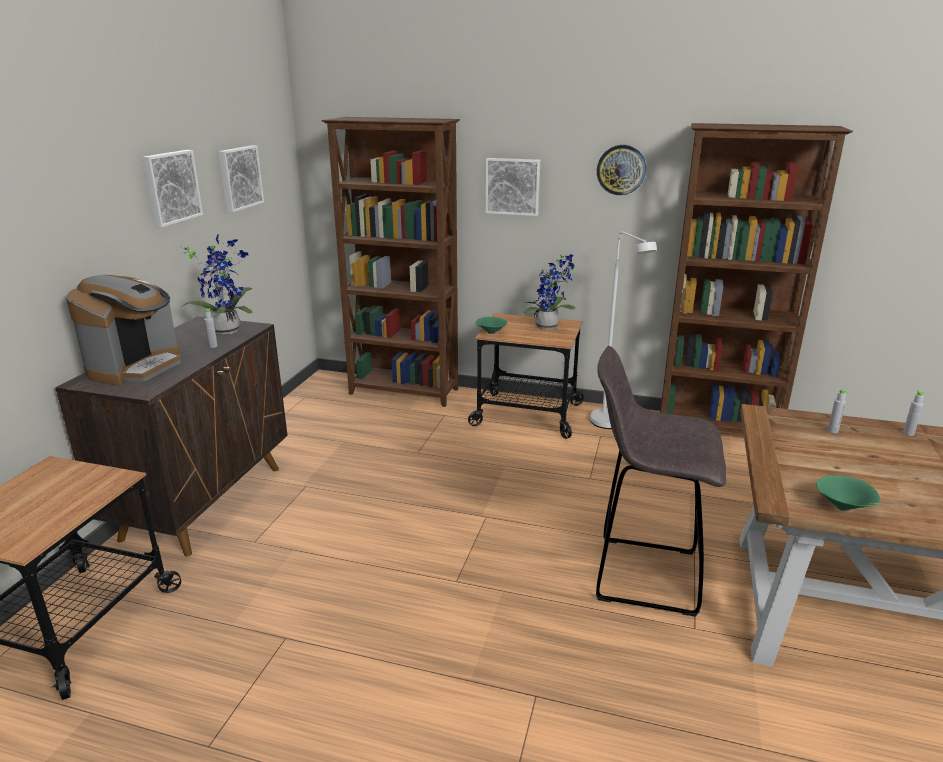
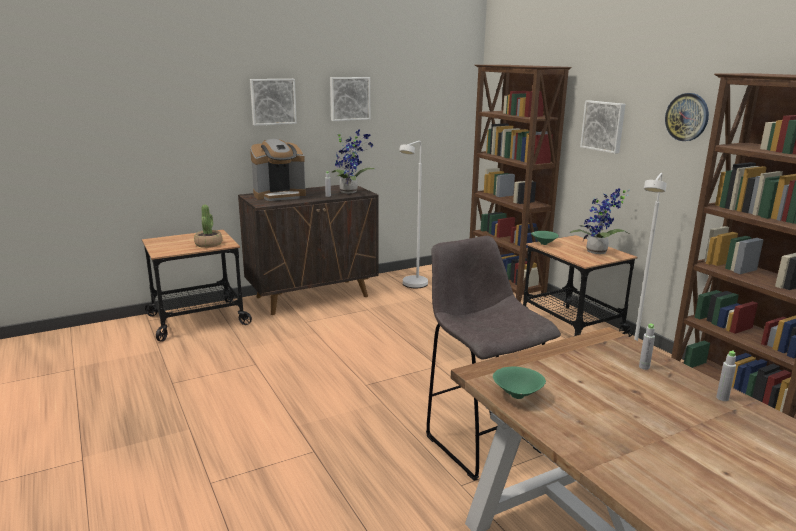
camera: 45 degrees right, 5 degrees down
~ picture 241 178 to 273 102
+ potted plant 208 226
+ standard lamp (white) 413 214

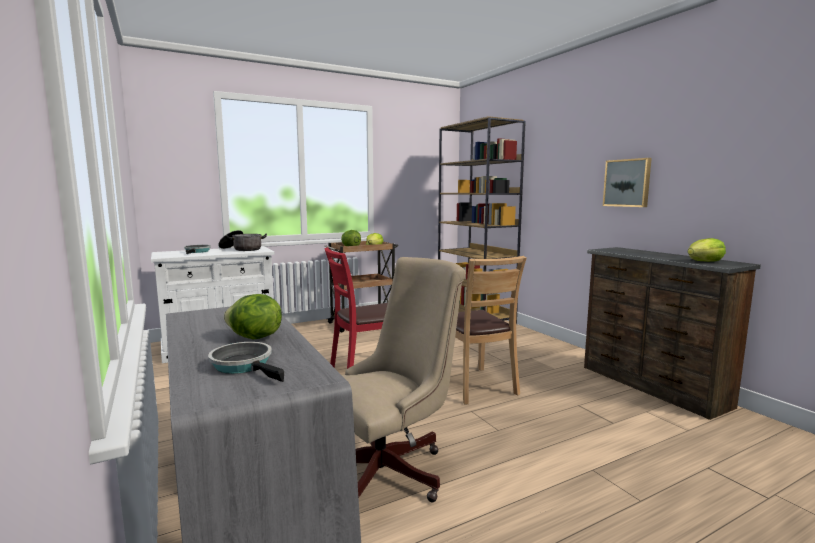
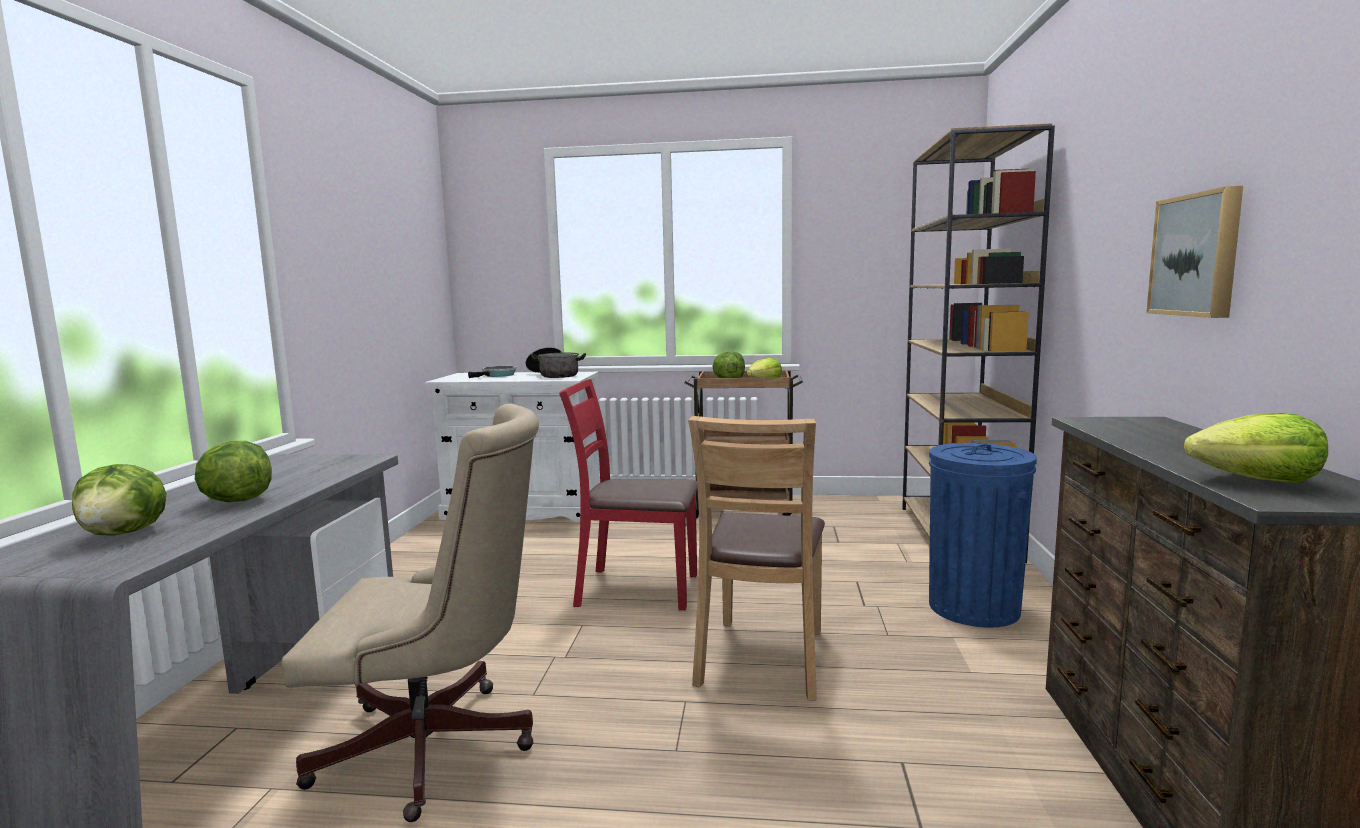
camera: 35 degrees right, 0 degrees up
~ skillet 246 362 to lettuce 119 500
+ rubbish bin (blue) 983 535

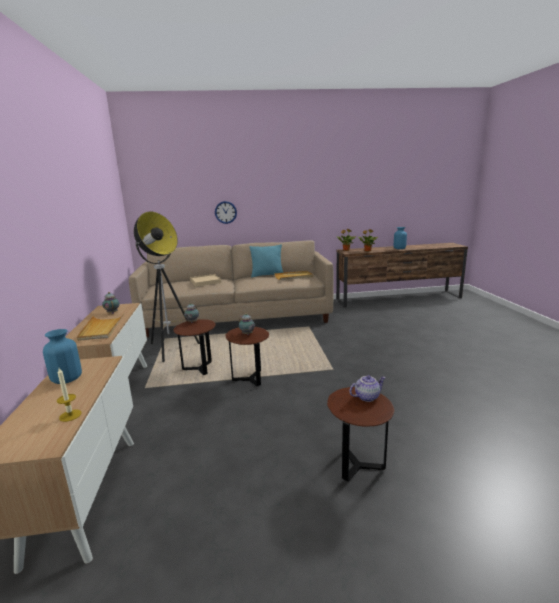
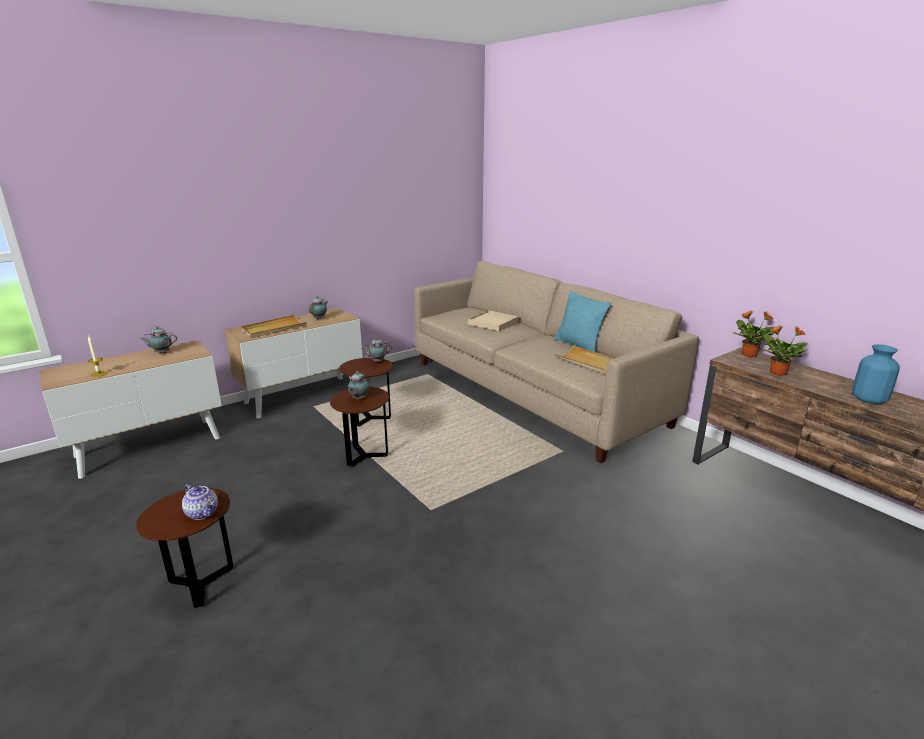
camera: 60 degrees right, 5 degrees up
~ decorative vase (blue) 62 356 to pot for tea 158 340
- standard lamp 167 287
- wall clock 226 212

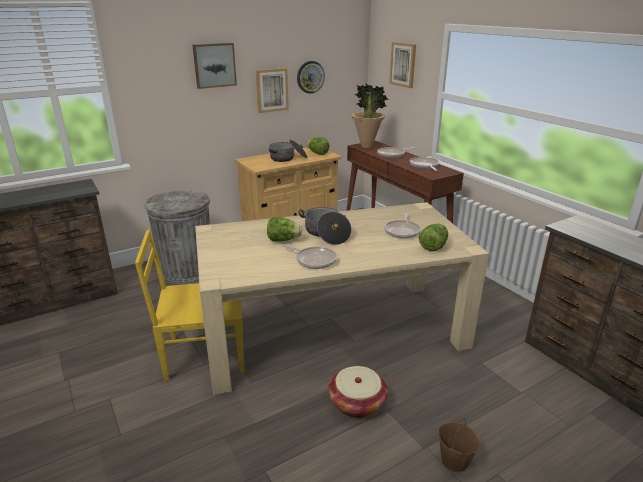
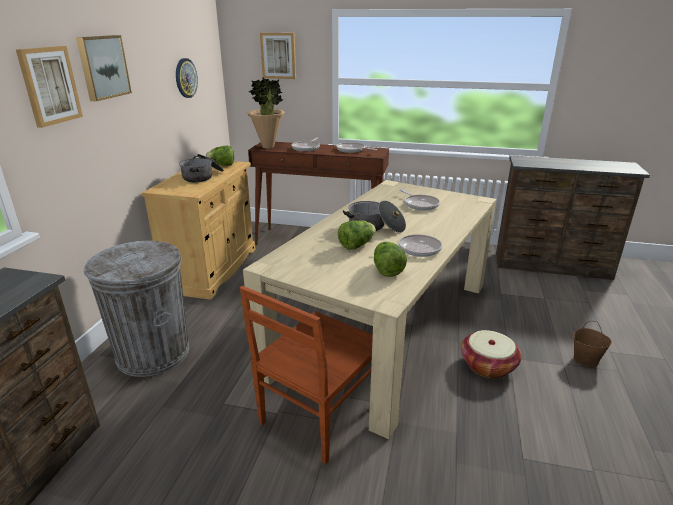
camera: 45 degrees left, 0 degrees up
~ plain chair (yellowish) 190 305 to plain chair (brown) 306 375
~ picture 272 90 to 49 87
~ lettuce 433 237 to 390 259

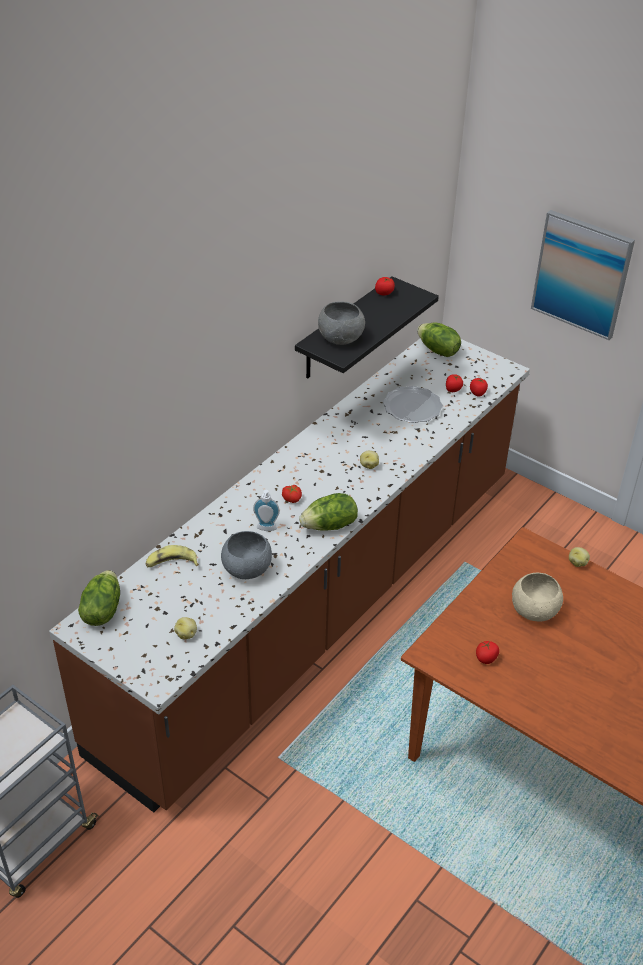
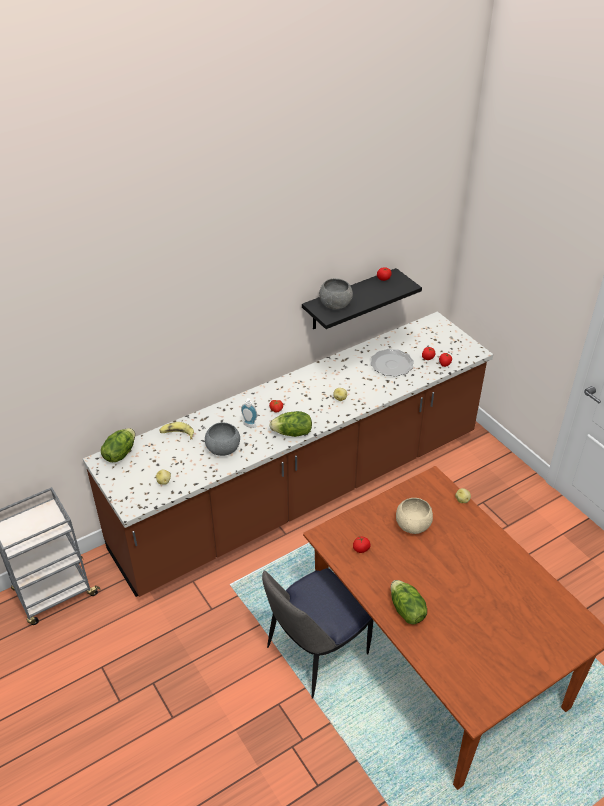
camera: 20 degrees right, 0 degrees up
~ lettuce 439 340 to 409 602
- picture 583 275
+ plain chair 317 633

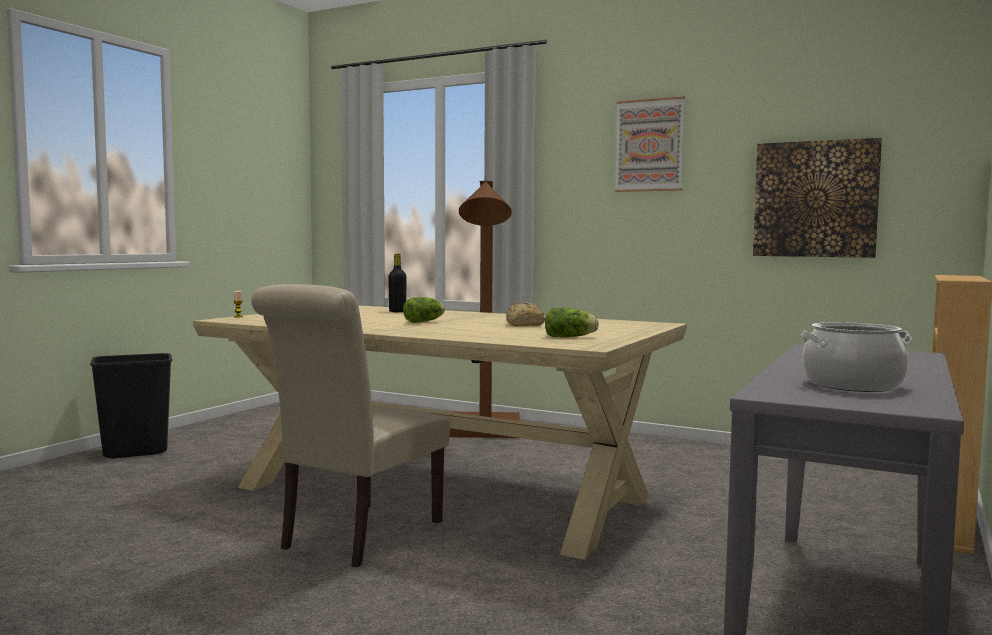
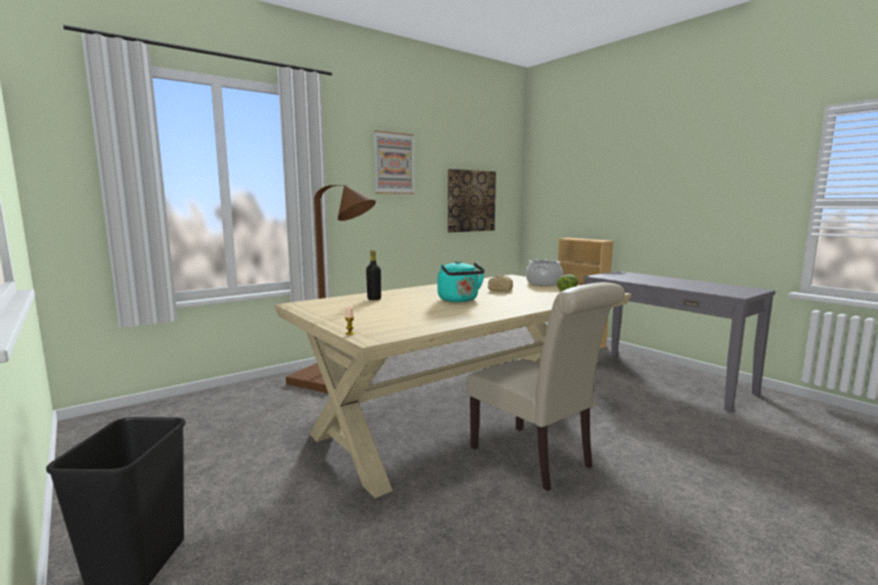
camera: 65 degrees left, 5 degrees up
~ lettuce 424 310 to kettle (blue-green) 461 281
~ stockpot 856 357 to 544 273

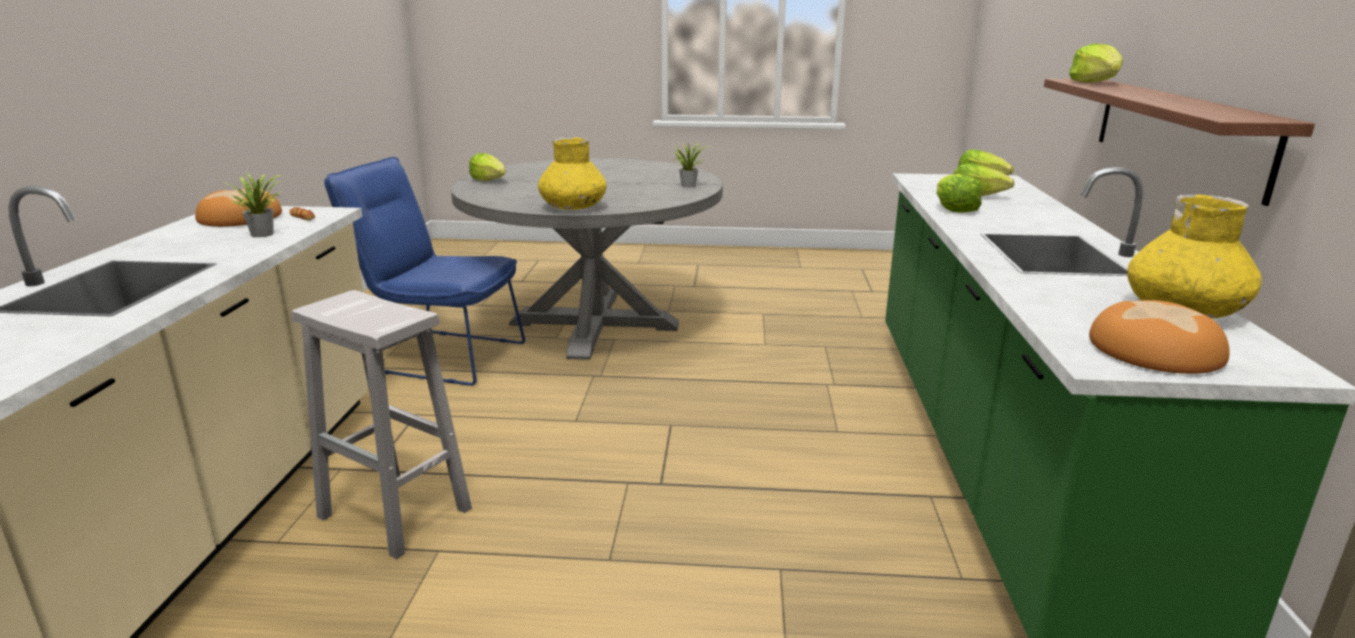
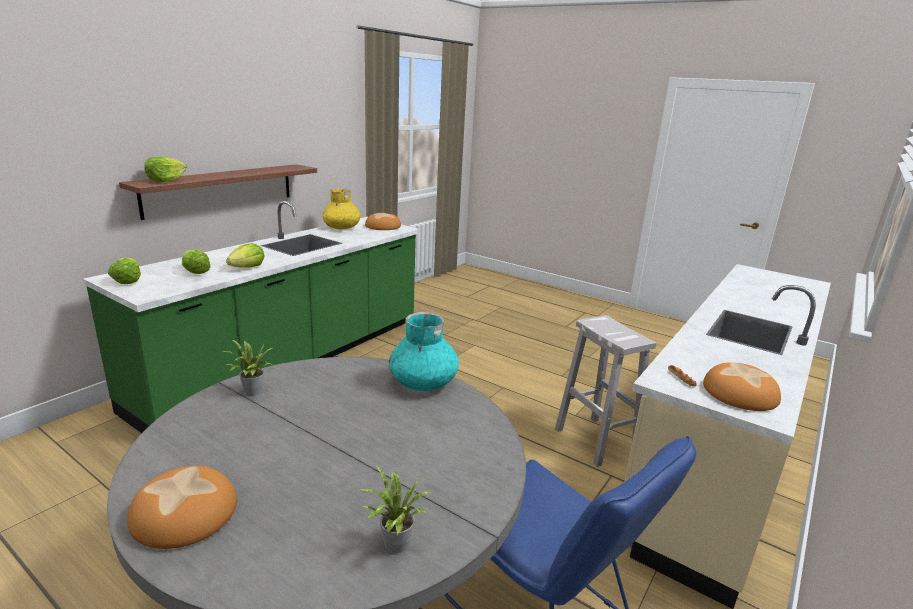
camera: 150 degrees left, 0 degrees up
~ potted plant 253 204 to 397 509
- lettuce 487 167
~ decorative vase (yellowish) 572 173 to decorative vase (blue-green) 424 351
+ bakery bread 182 507

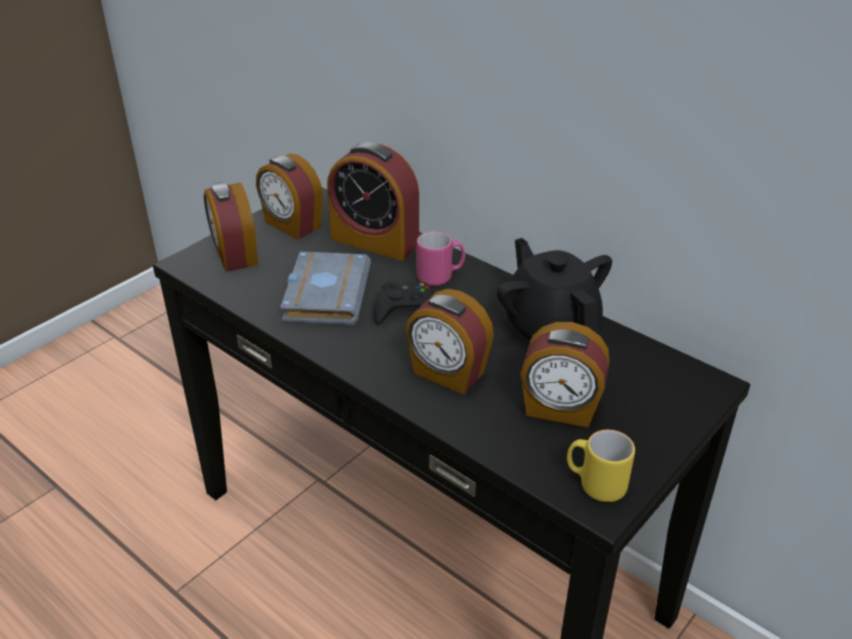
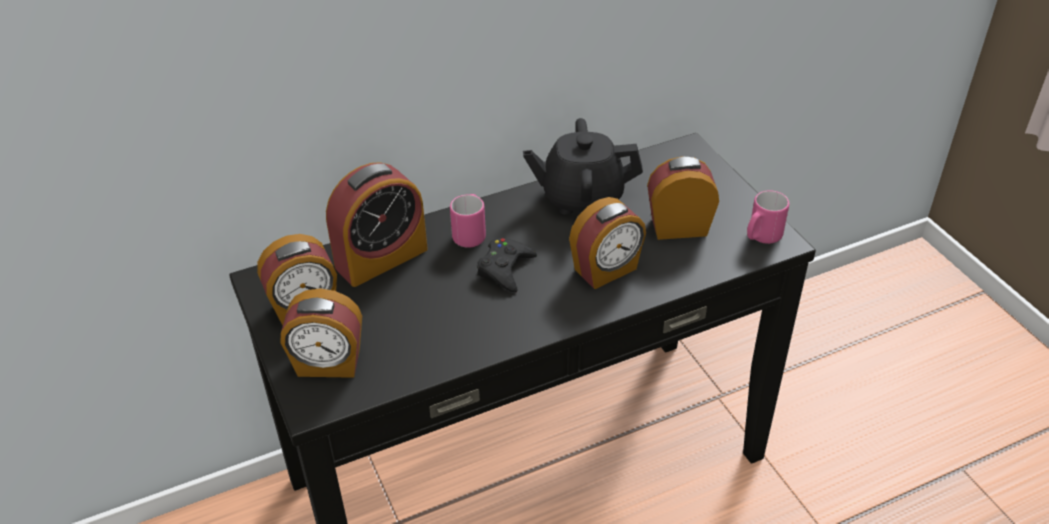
camera: 65 degrees left, 5 degrees up
- volume (greyish) 325 288
~ table clock 565 374 = 683 198 135 degrees counterclockwise
~ tea mug (yellowish) 601 466 to tea mug (pinkish) 768 217

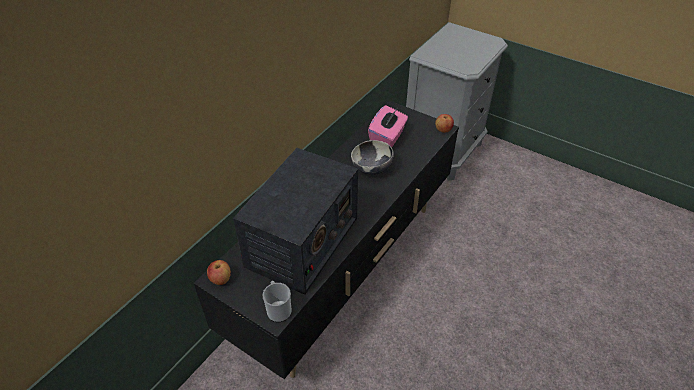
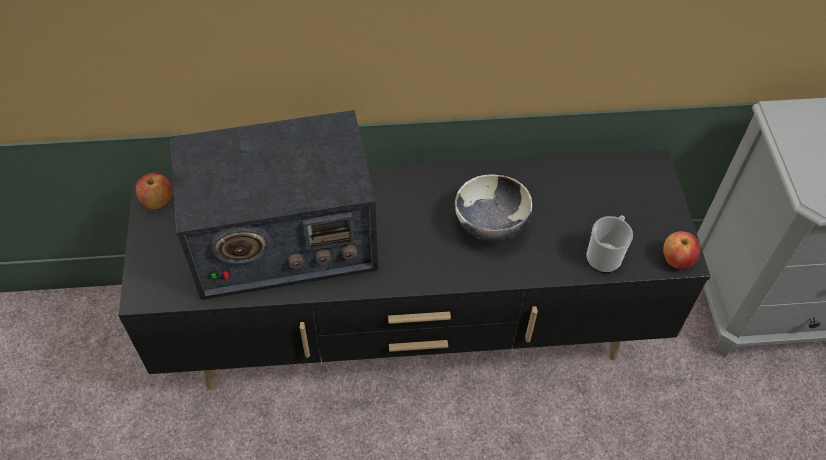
camera: 50 degrees right, 10 degrees up
~ tea mug 277 301 to 609 244
- box of tissues (pinkish) 388 126

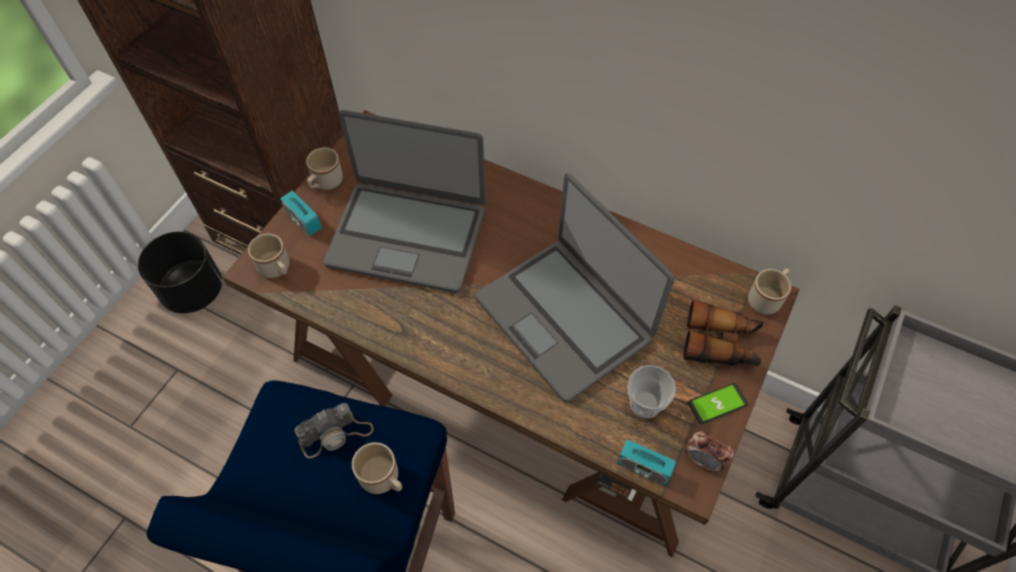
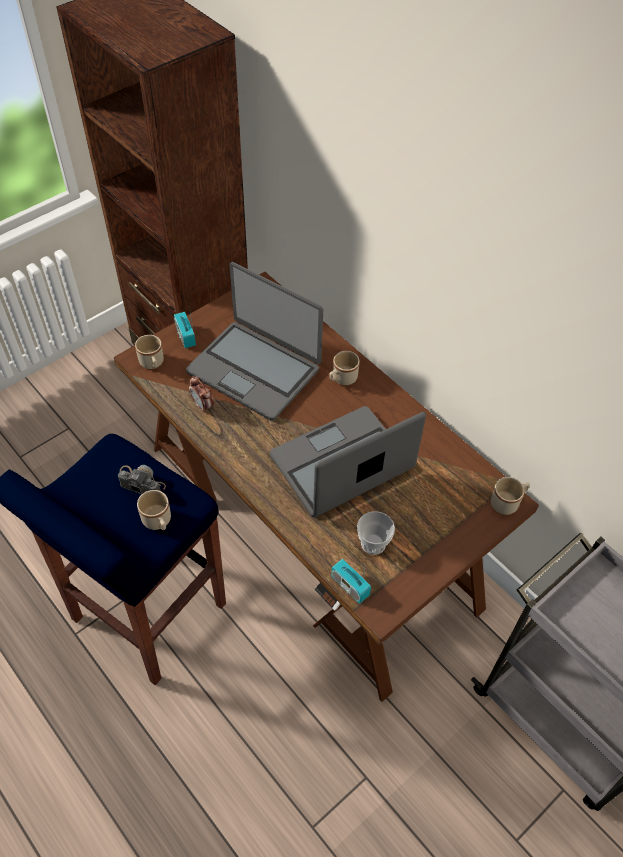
camera: 20 degrees right, 5 degrees down
- planter (black-coloured) 180 272
~ photo camera 334 430 = 142 480 150 degrees counterclockwise
~ tea mug (sand-coloured) 324 168 to 344 368
~ portable computer 575 287 = 348 461 75 degrees clockwise
- pair of binoculars 723 333
~ table clock 709 451 to 201 394
- phone 718 403

